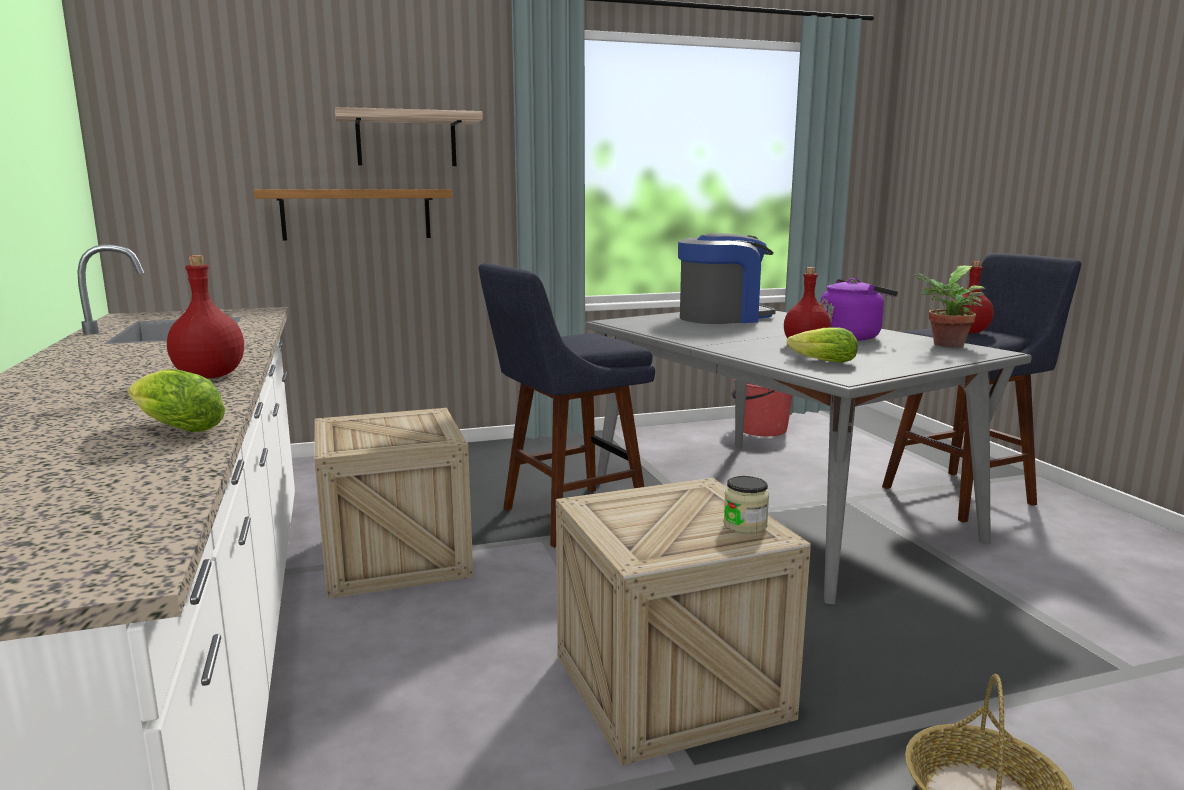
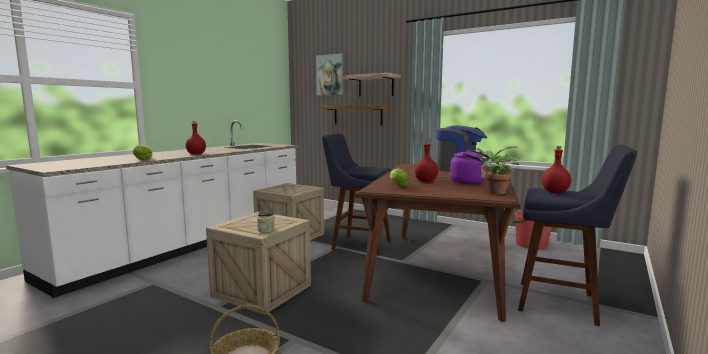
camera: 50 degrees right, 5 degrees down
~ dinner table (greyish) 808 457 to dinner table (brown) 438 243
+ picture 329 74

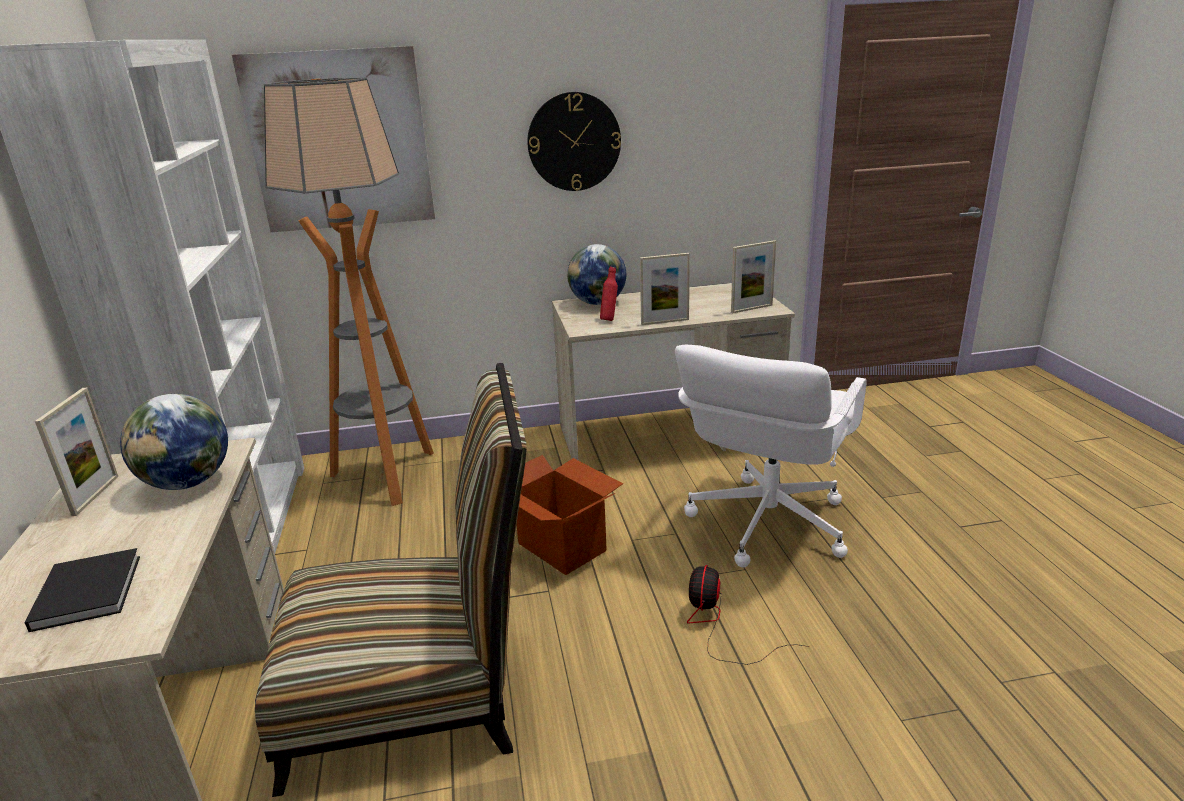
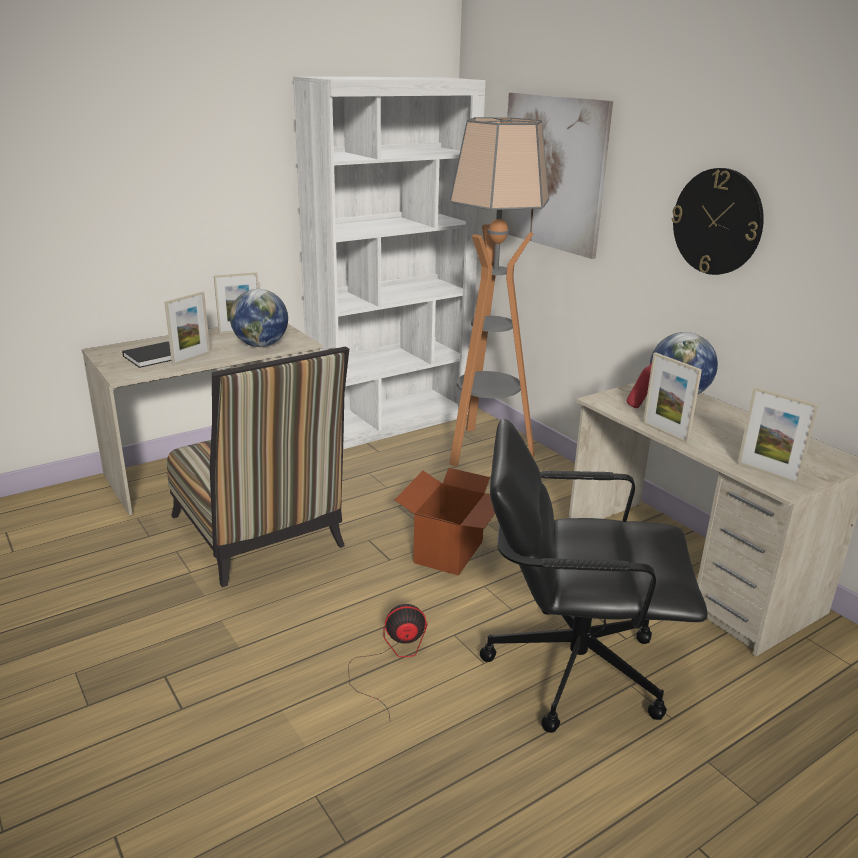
camera: 65 degrees right, 0 degrees up
~ office chair (white) 771 456 to office chair (black-coloured) 594 576
+ standing frame 187 329

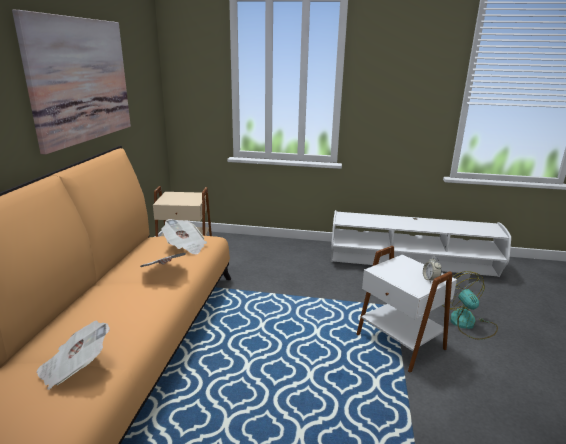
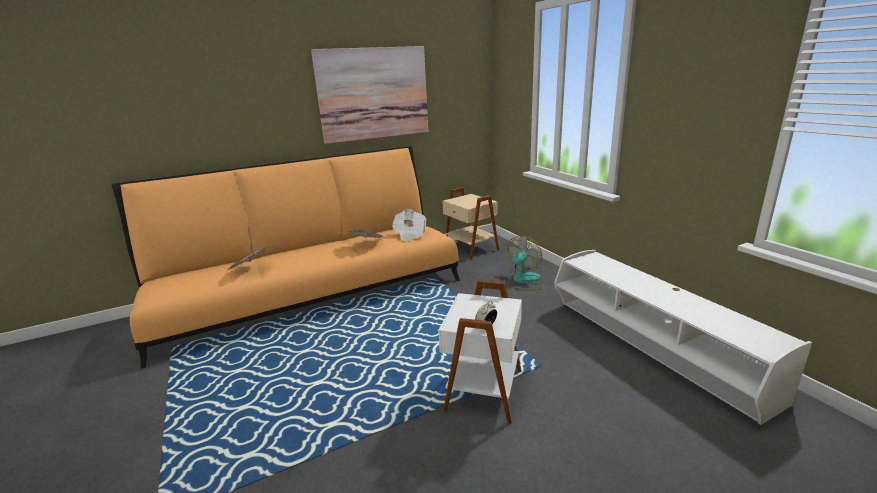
camera: 55 degrees right, 0 degrees up
~ electric fan 471 305 to 524 263

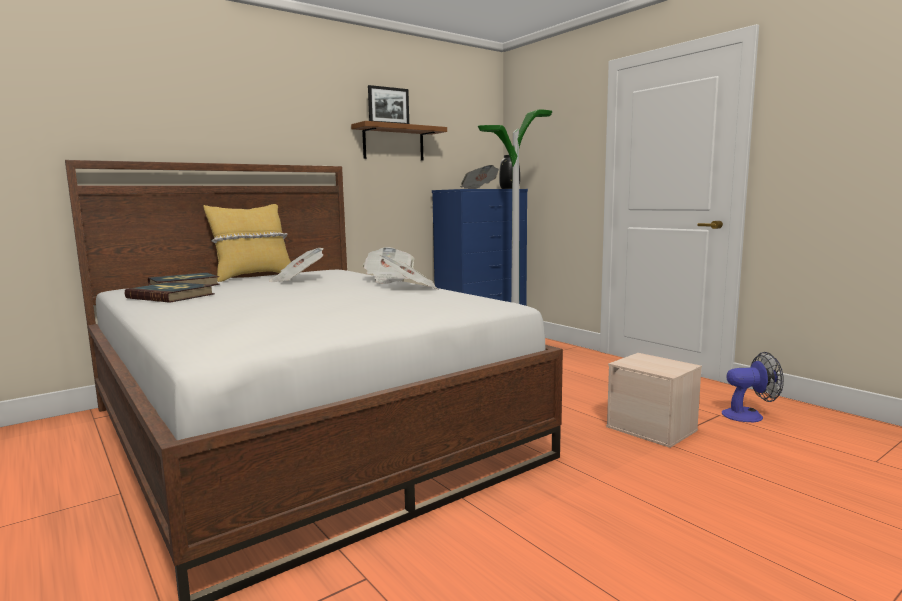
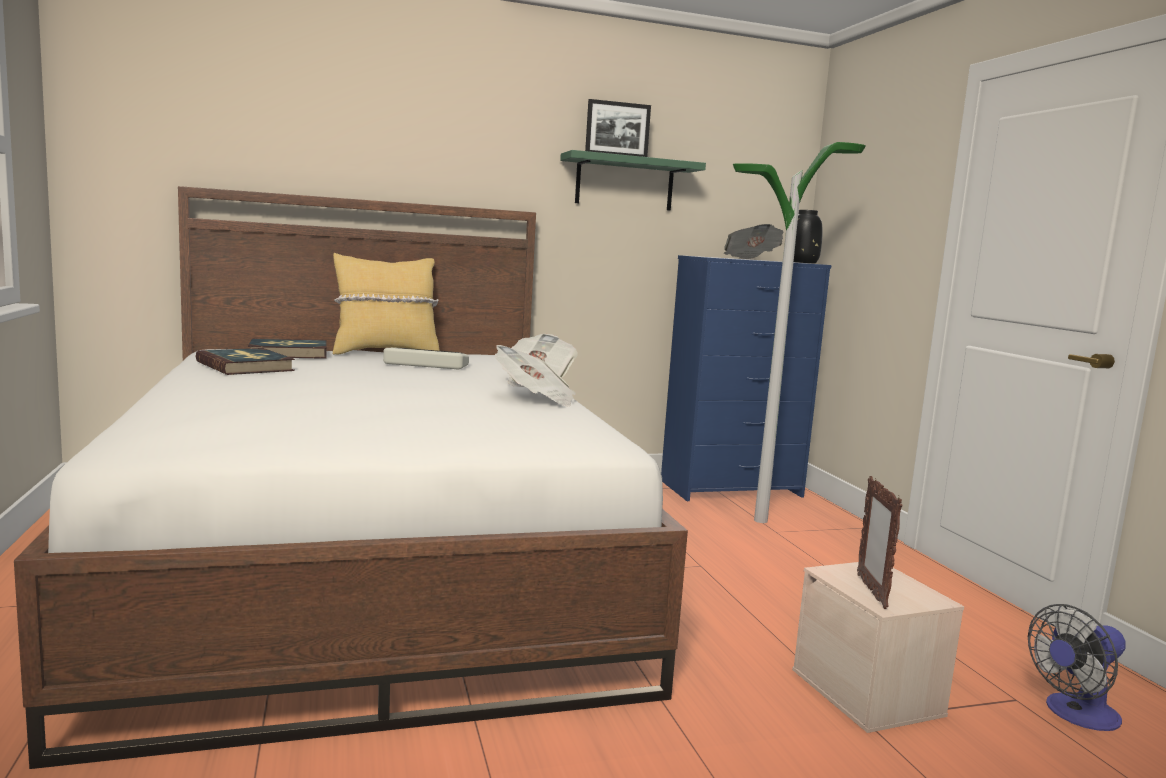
camera: 20 degrees right, 0 degrees up
~ newspaper 296 265 to computer keyboard 426 358
~ wall shelf (brown) 399 141 to wall shelf (green) 633 180
~ electric fan 753 387 = 1077 667 135 degrees clockwise
+ standing frame 880 542

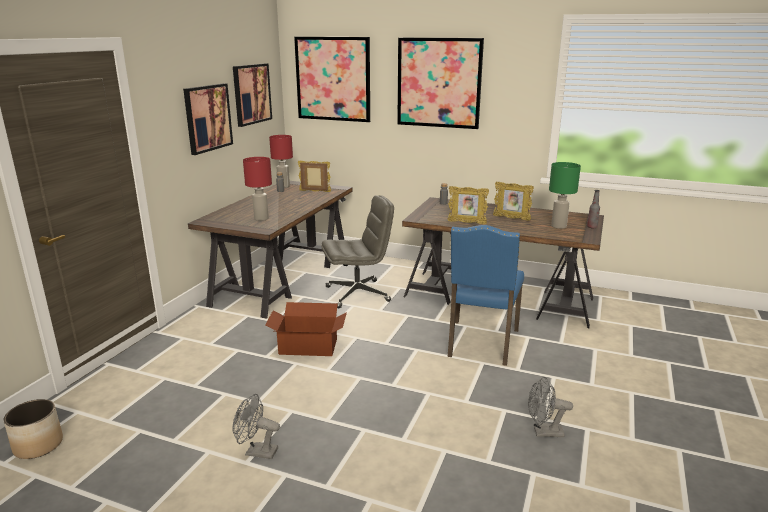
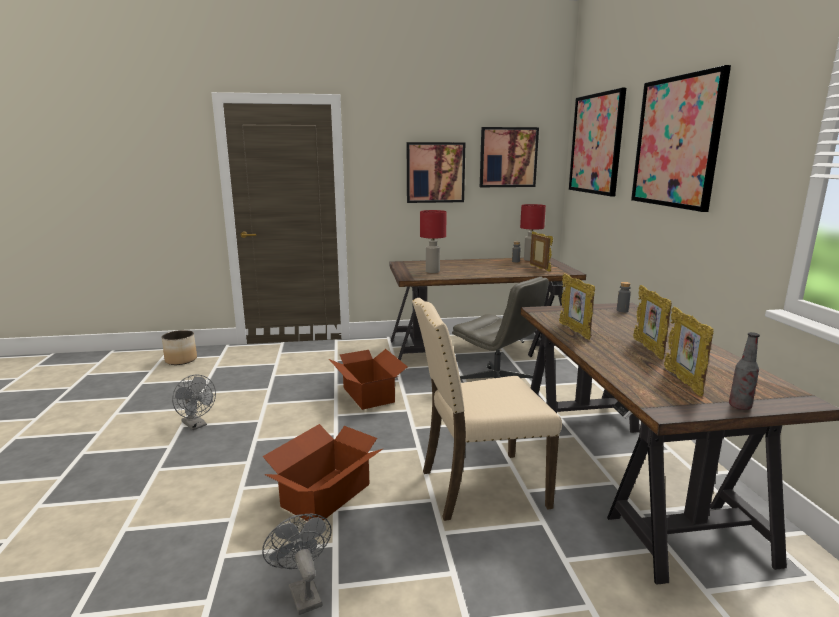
camera: 60 degrees right, 5 degrees down
~ electric fan (greyish) 256 426 = 194 402 150 degrees clockwise
~ plain chair (blue) 486 295 to plain chair (sand-coloured) 487 409
~ lamp for a table (green) 565 195 to standing frame 689 351
+ carton 323 472

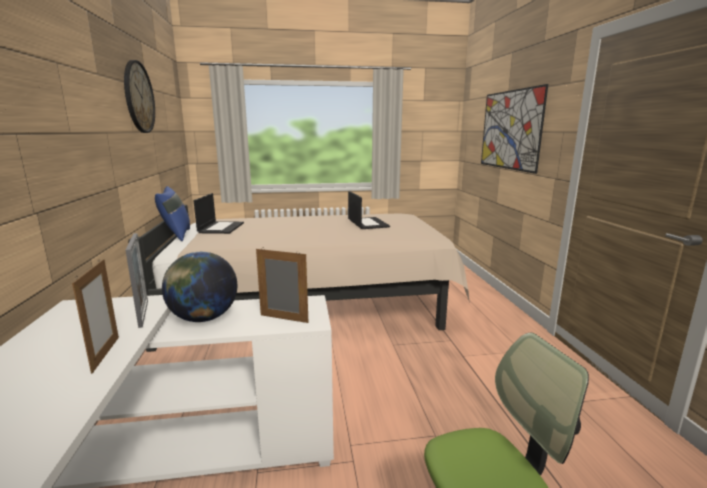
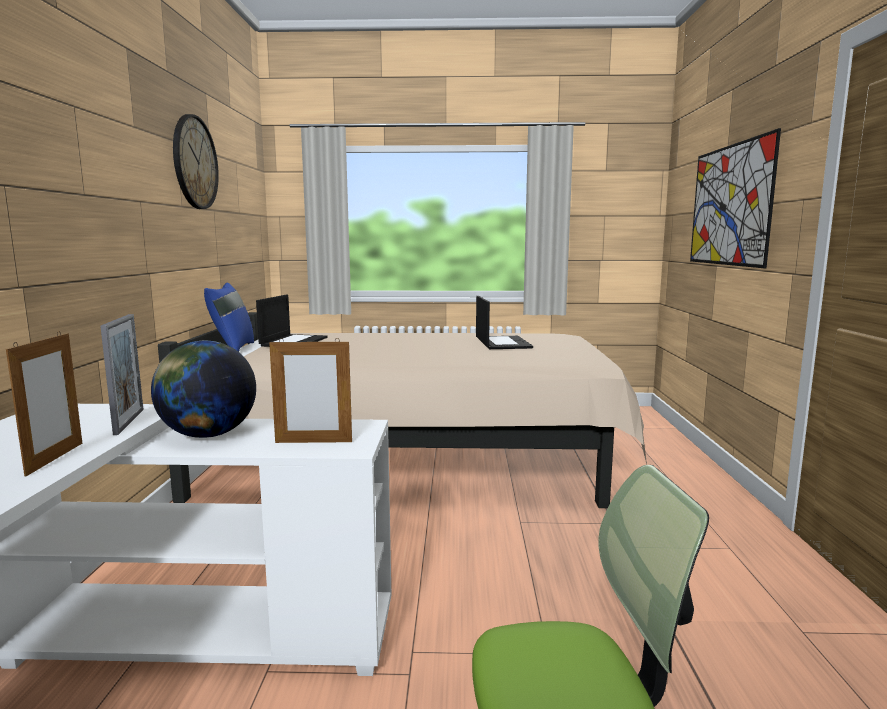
camera: 10 degrees right, 5 degrees down
~ standing frame 282 285 = 310 390 150 degrees clockwise

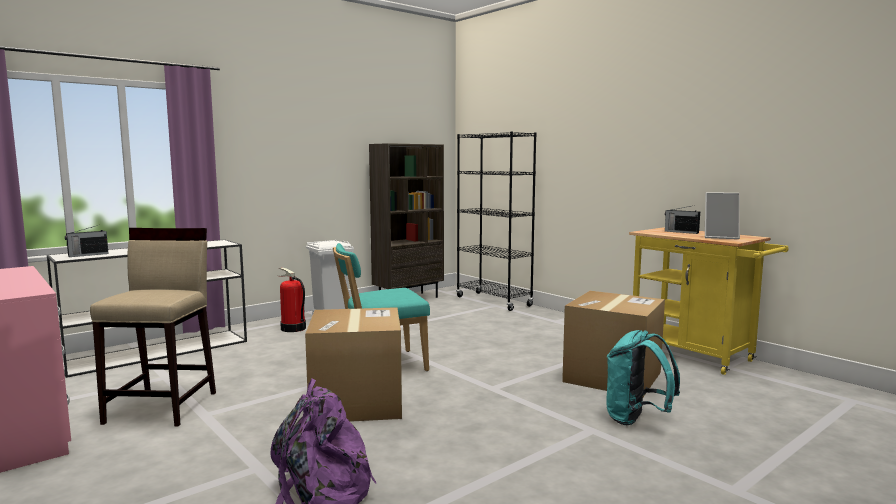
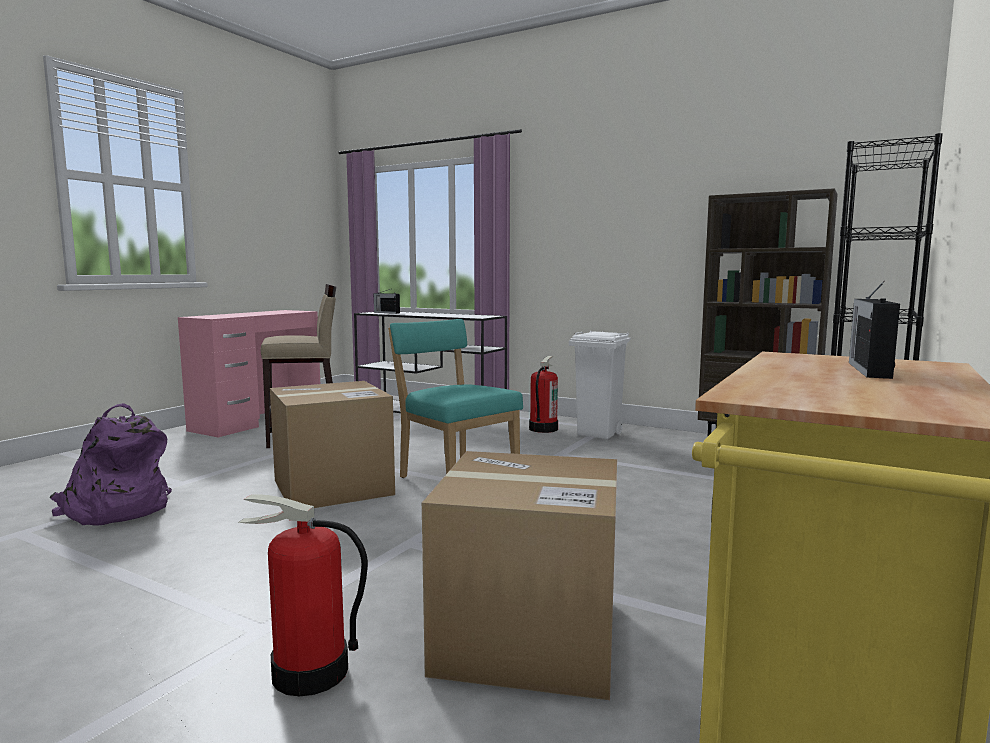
camera: 70 degrees right, 0 degrees up
~ backpack (blue-green) 643 377 to extinguisher 303 595
- standing frame 722 215

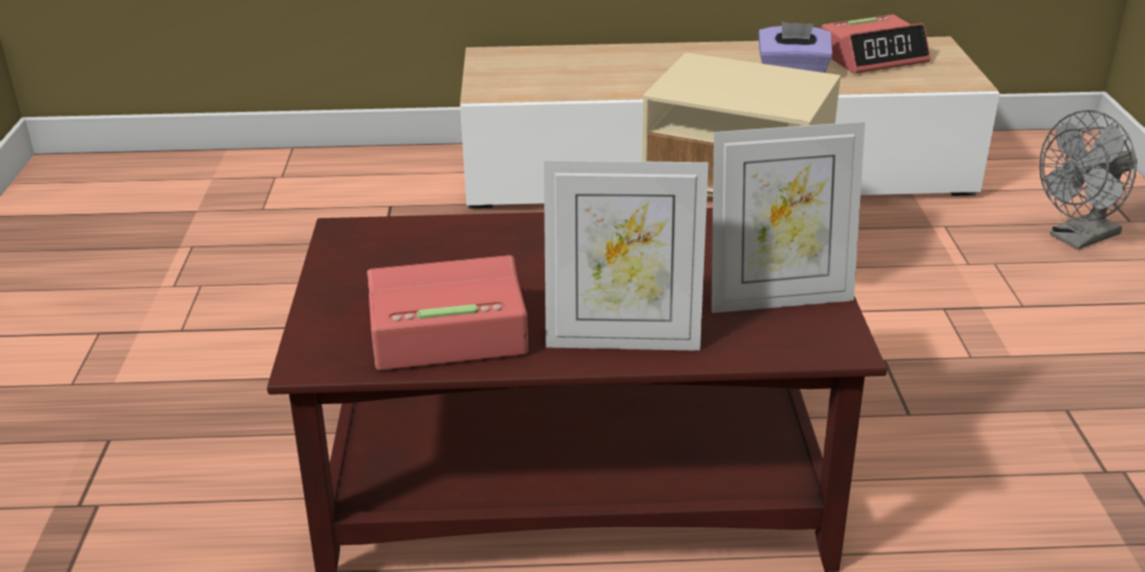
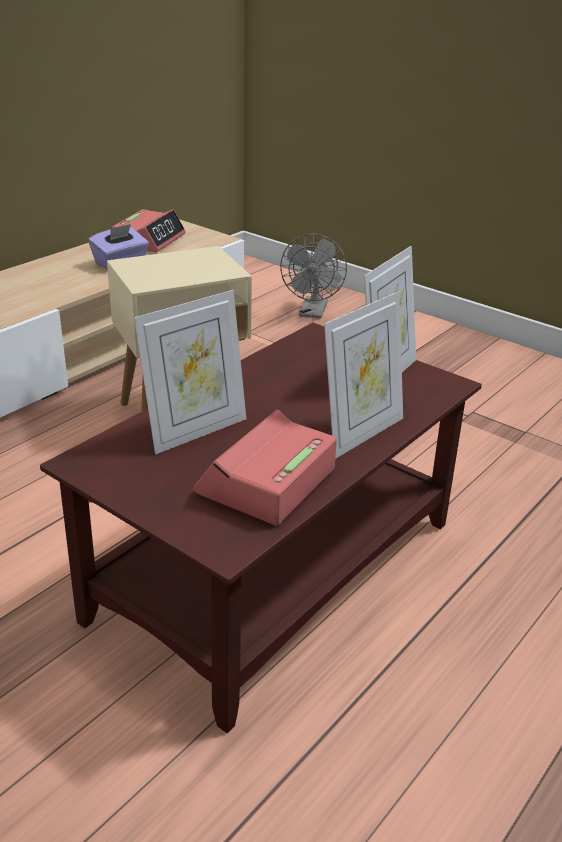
camera: 50 degrees left, 0 degrees up
+ standing frame 190 372

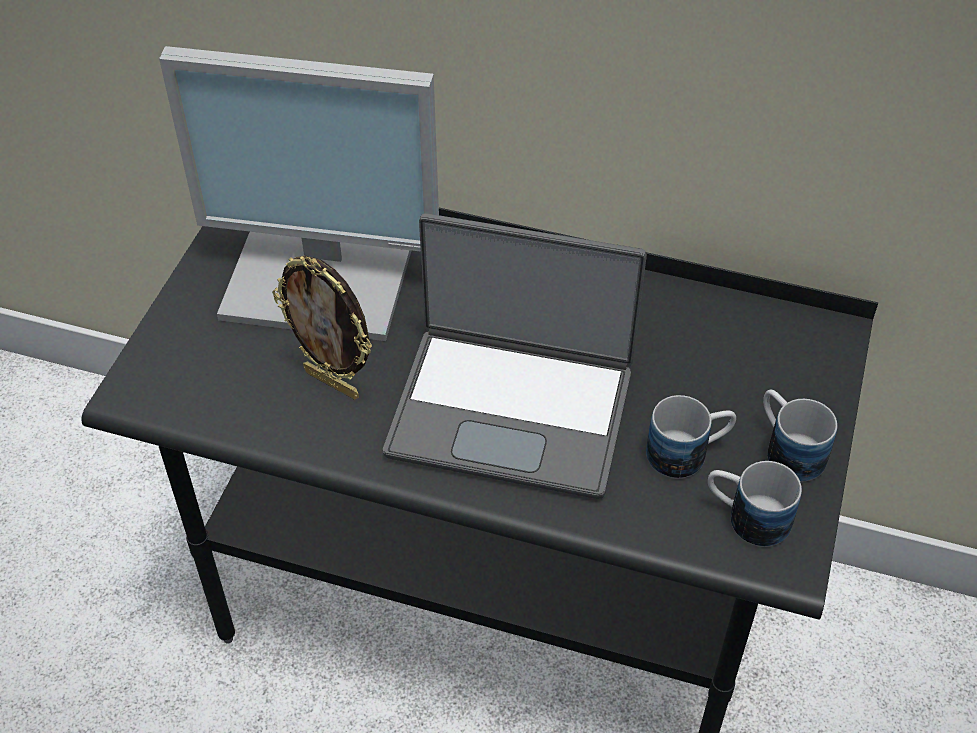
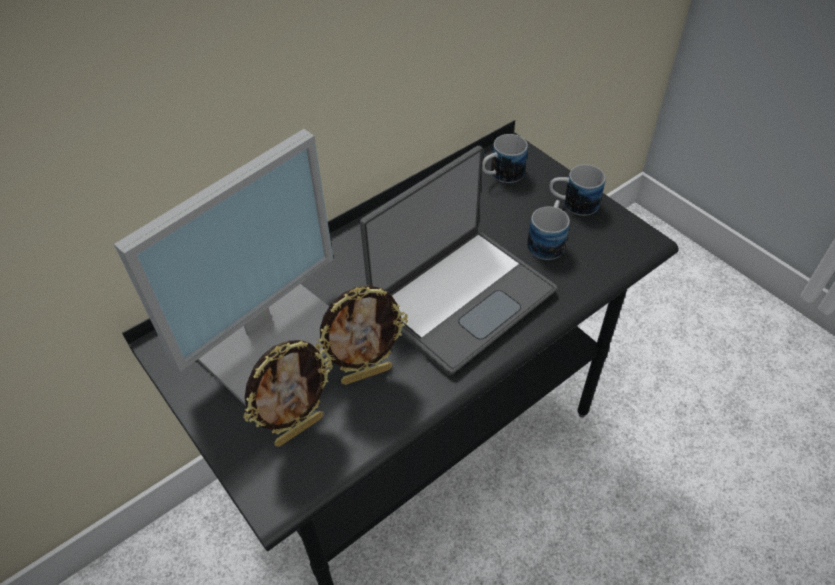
camera: 55 degrees left, 0 degrees up
~ tea mug 755 504 to 505 158
+ standing frame 288 393

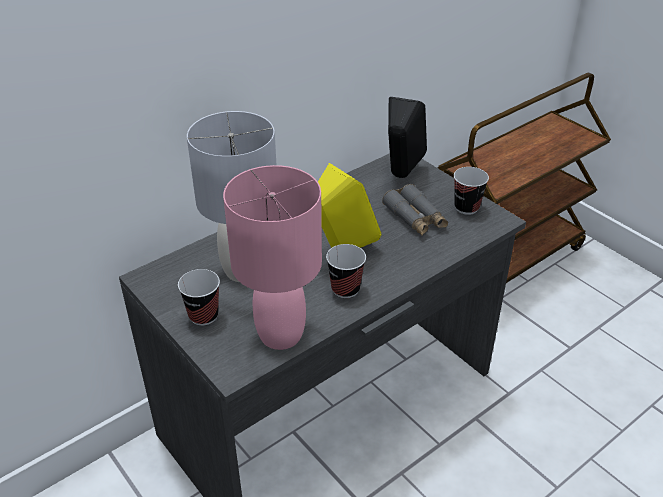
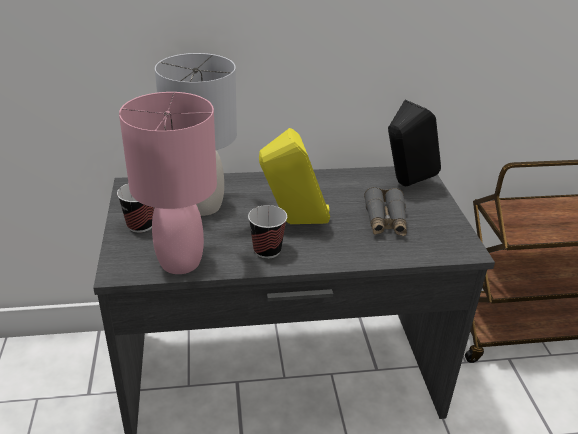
camera: 30 degrees right, 5 degrees down
- cup 471 191

